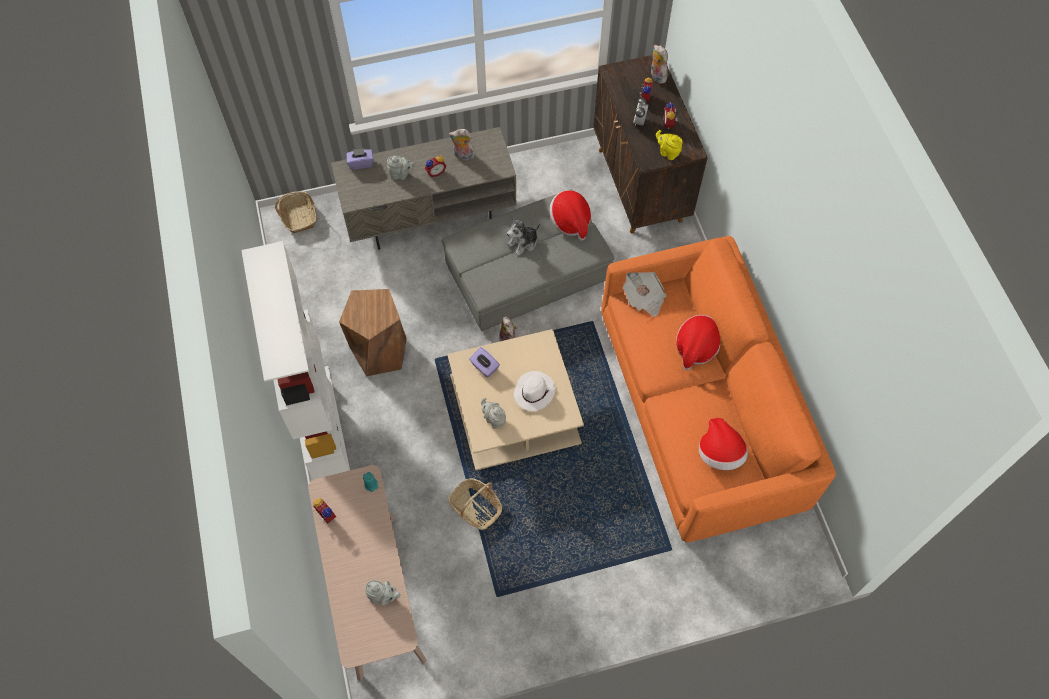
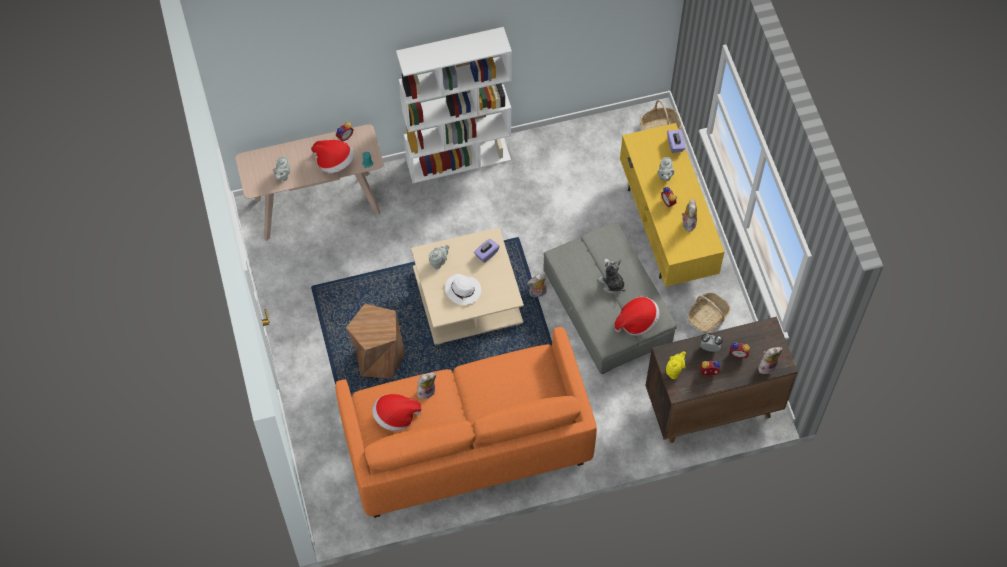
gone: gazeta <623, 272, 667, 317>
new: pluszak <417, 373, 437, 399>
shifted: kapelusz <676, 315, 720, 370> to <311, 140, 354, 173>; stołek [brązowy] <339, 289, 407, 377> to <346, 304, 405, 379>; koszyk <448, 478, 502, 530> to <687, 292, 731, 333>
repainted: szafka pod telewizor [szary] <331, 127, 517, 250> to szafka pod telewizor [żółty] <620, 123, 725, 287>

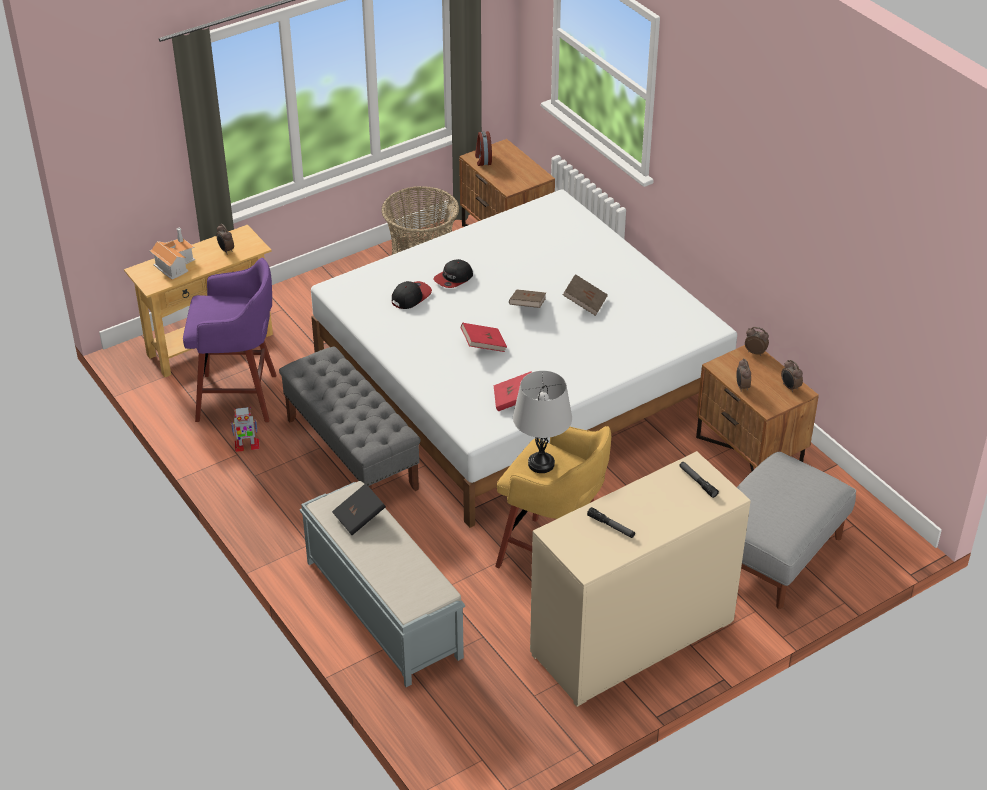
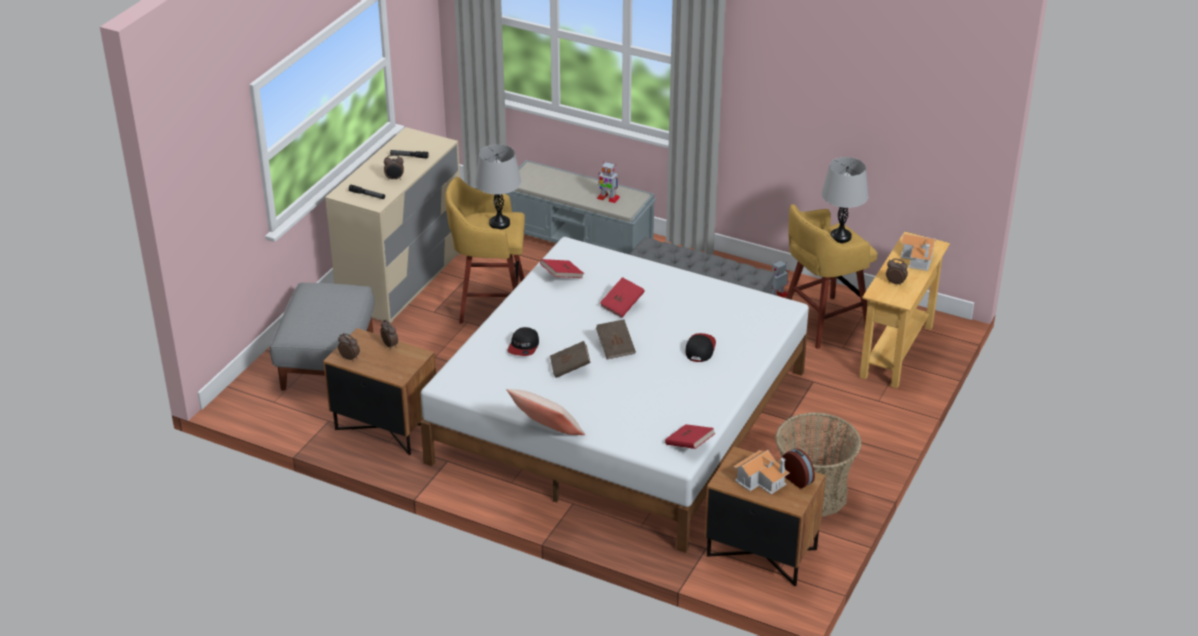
new: poduszka [beżowy] <507, 389, 585, 435>; książka [czerwony] <665, 424, 716, 449>; domek <734, 450, 790, 494>; lampa stołowa [szary] <821, 157, 869, 243>
shifted: budzik <745, 327, 769, 356> to <384, 155, 404, 180>; czapka z daszkiem <392, 281, 432, 309> to <508, 327, 539, 356>
swapped: książka [czarny] <332, 483, 386, 535> to robot zabawkowy <597, 162, 620, 203>
repainted: stołek [fioletowy] <183, 258, 276, 422> to stołek [żółty] <786, 204, 878, 349>

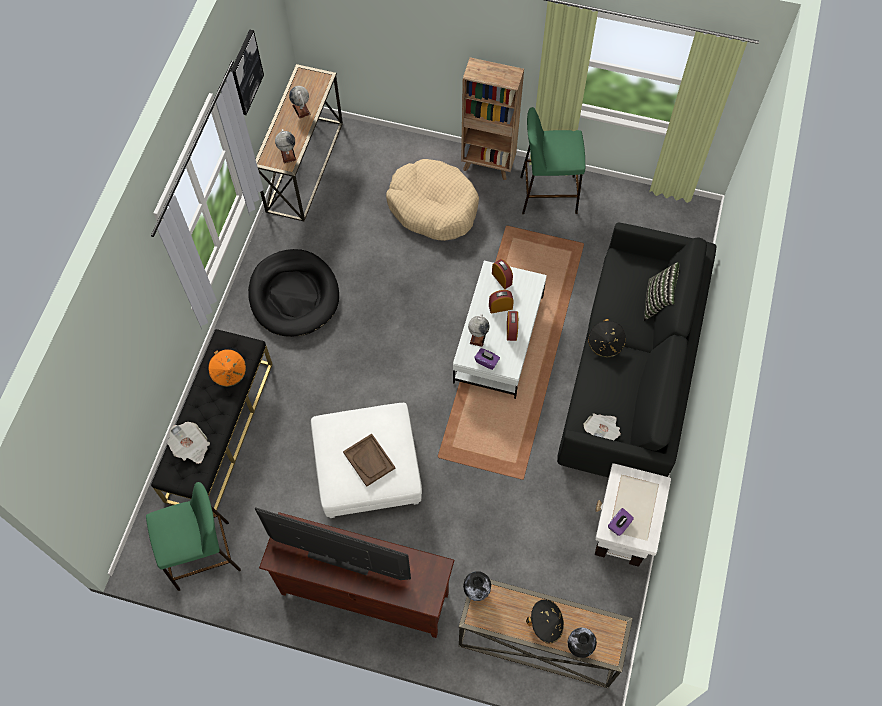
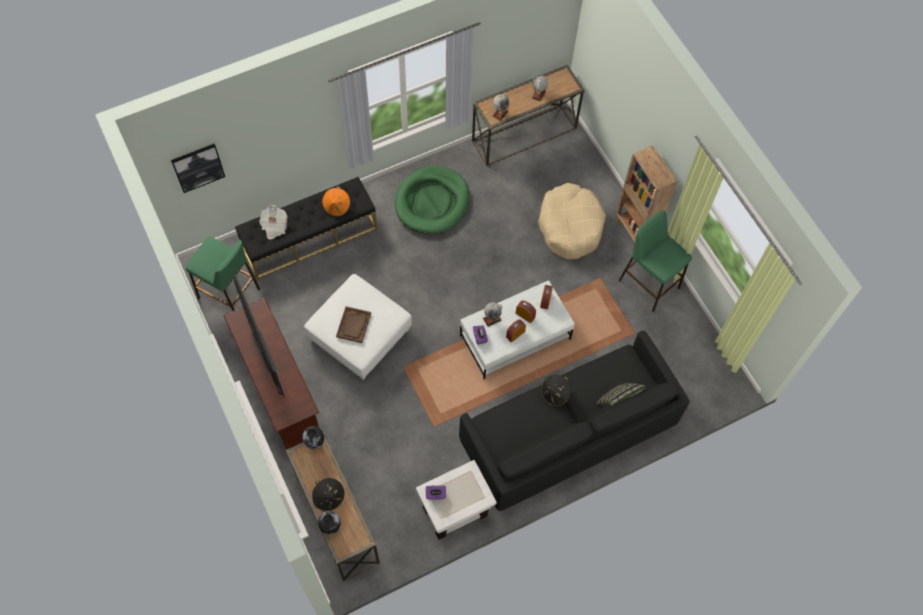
gone: gazeta <584, 413, 621, 440>
shifted: obraz <231, 30, 264, 115> to <171, 144, 225, 193>
repainted: legowisko [czarny] <248, 249, 339, 337> to legowisko [zielony] <395, 166, 469, 234>

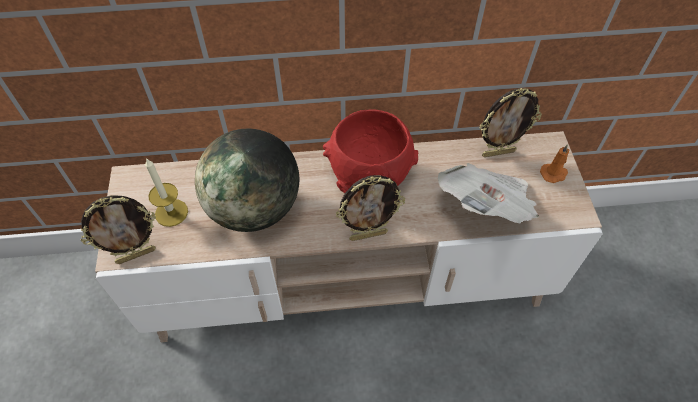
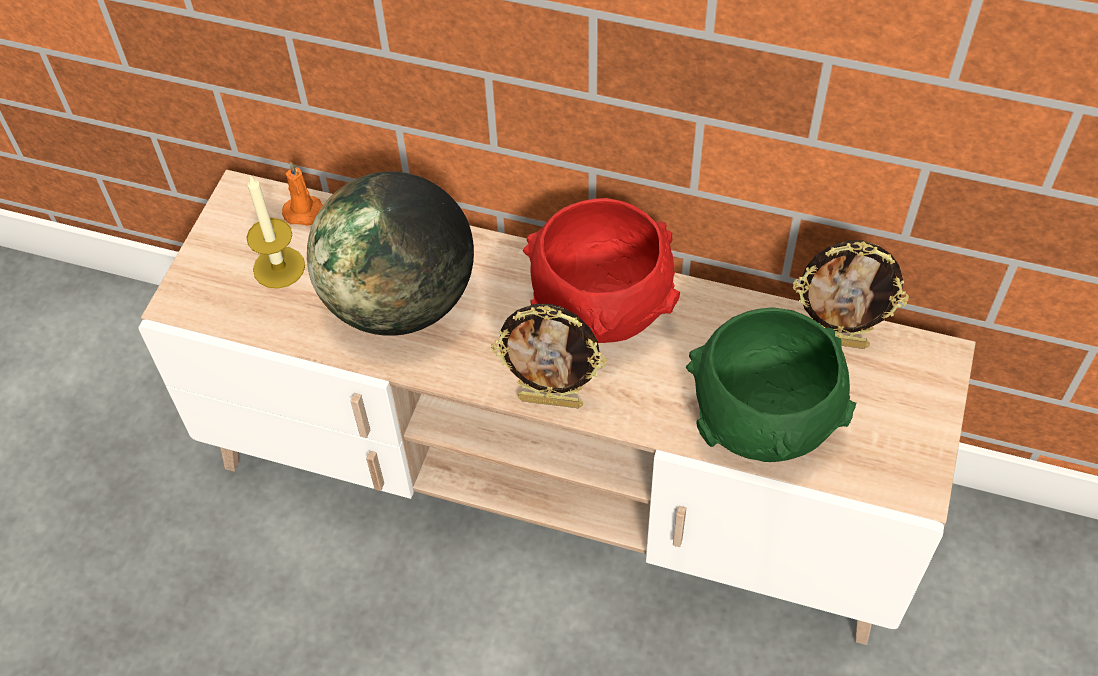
gone: ramka na zdjęcie <81, 195, 156, 264>
shifted: świeca [pomarańczowy] <540, 144, 570, 183> to <282, 162, 323, 226>
swapped: gazeta <438, 163, 539, 223> to miska [zielony] <686, 307, 856, 462>

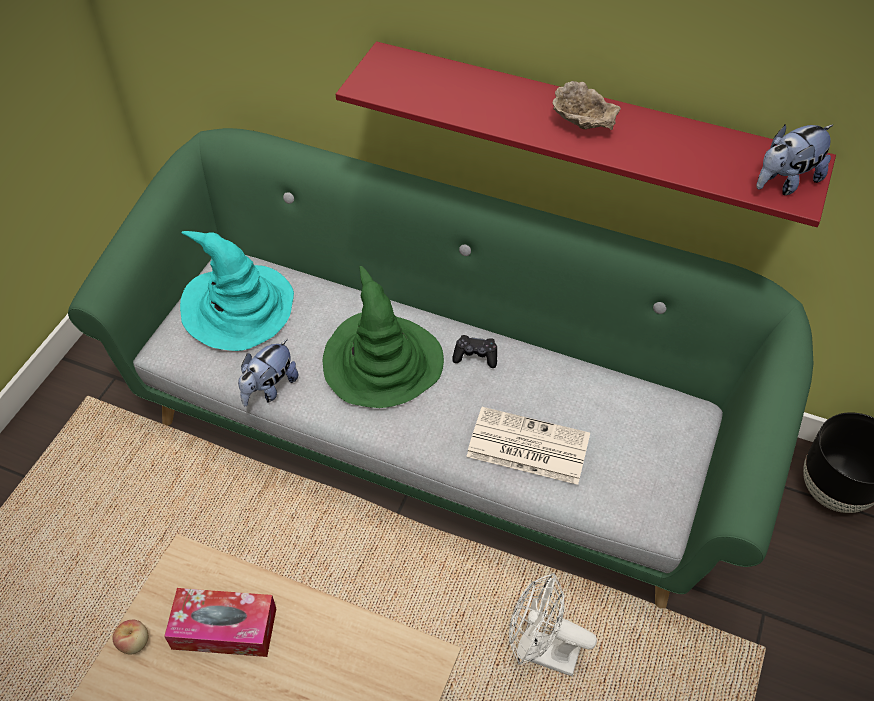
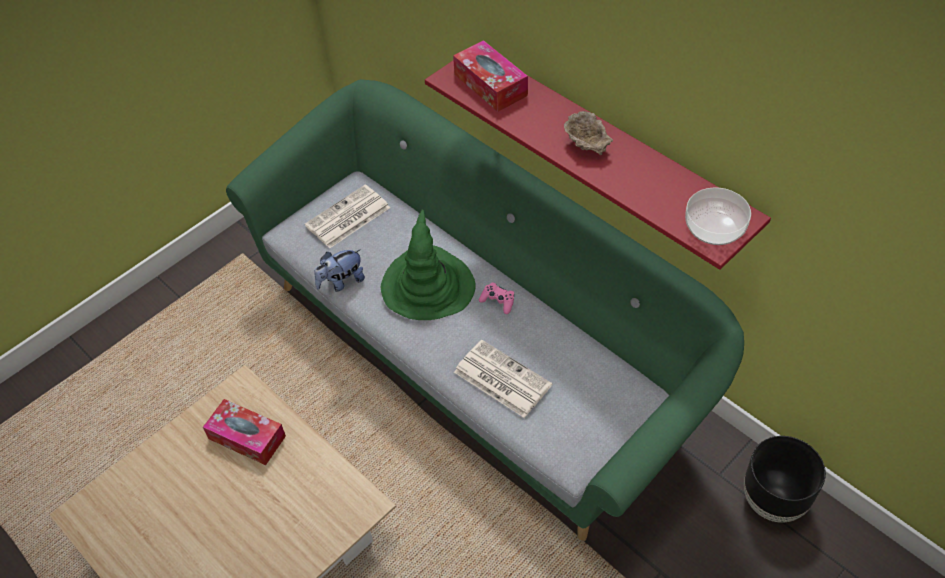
gone: jabłko <112, 620, 148, 654>; wentylator [biały] <509, 573, 597, 676>
new: pudełko chusteczek <453, 40, 528, 112>
swapped: kapelusz [turkusowy] <180, 231, 294, 351> to gazeta <305, 185, 390, 248>; pluszak <756, 125, 833, 195> to miska <685, 187, 751, 245>
repainted: pad do gier [czarny] <452, 335, 497, 368> to pad do gier [różowy] <479, 283, 514, 314>

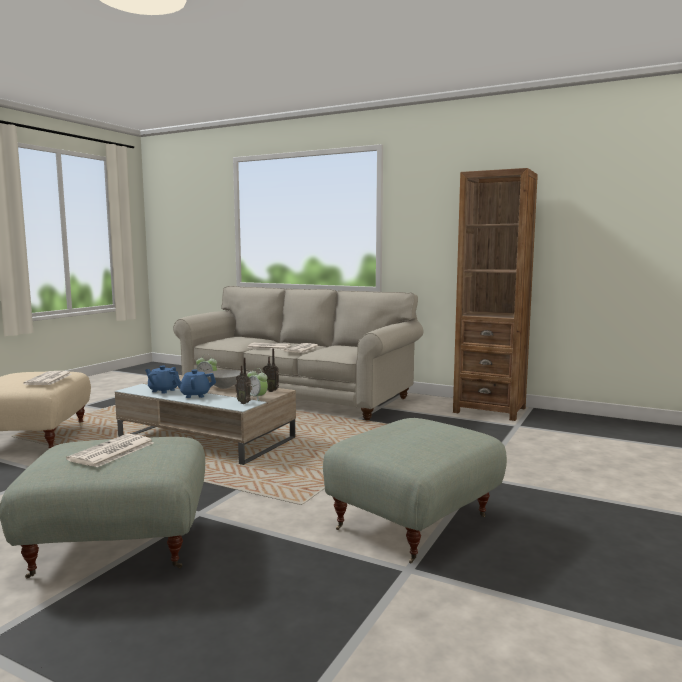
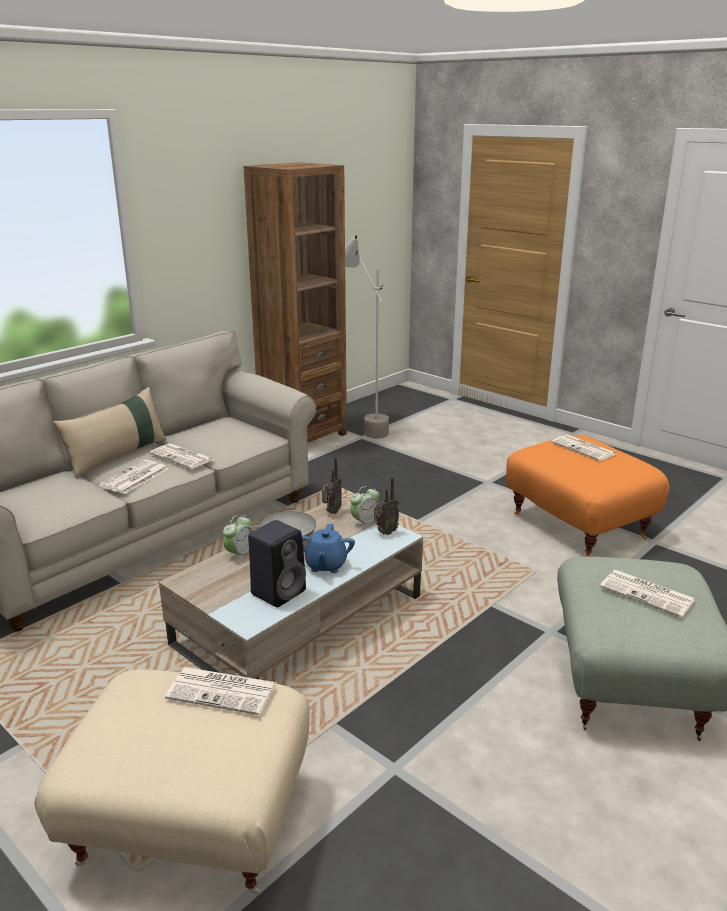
new: poduszka [beżowy] <53, 387, 167, 479>; lampa stojąca [szary] <345, 235, 389, 438>; gazeta <552, 435, 616, 461>
swapped: imbryk [niebieski] <145, 366, 180, 394> to głośnik [czarny] <248, 520, 306, 607>
repainted: pufa [szary] <323, 418, 507, 564> to pufa [pomarańczowy] <506, 435, 669, 557>

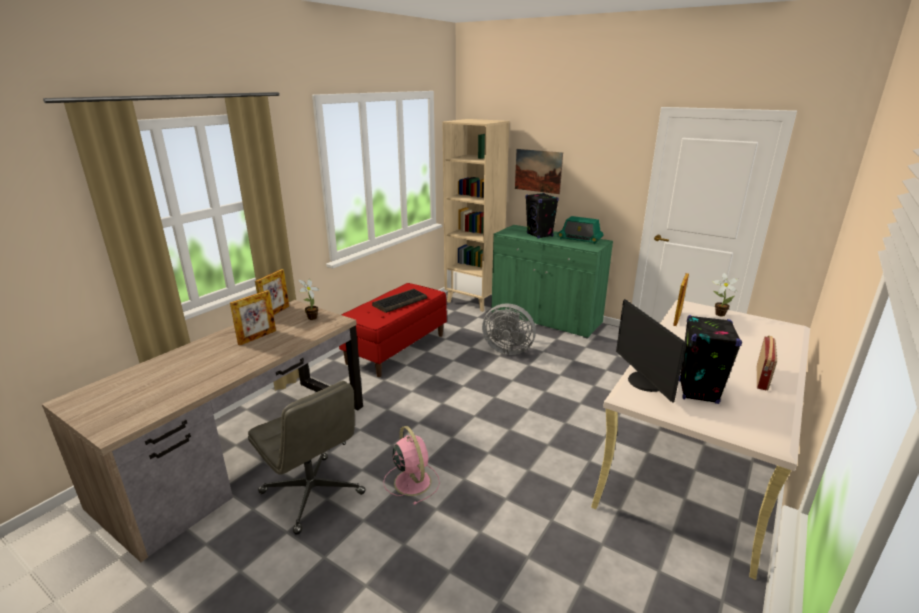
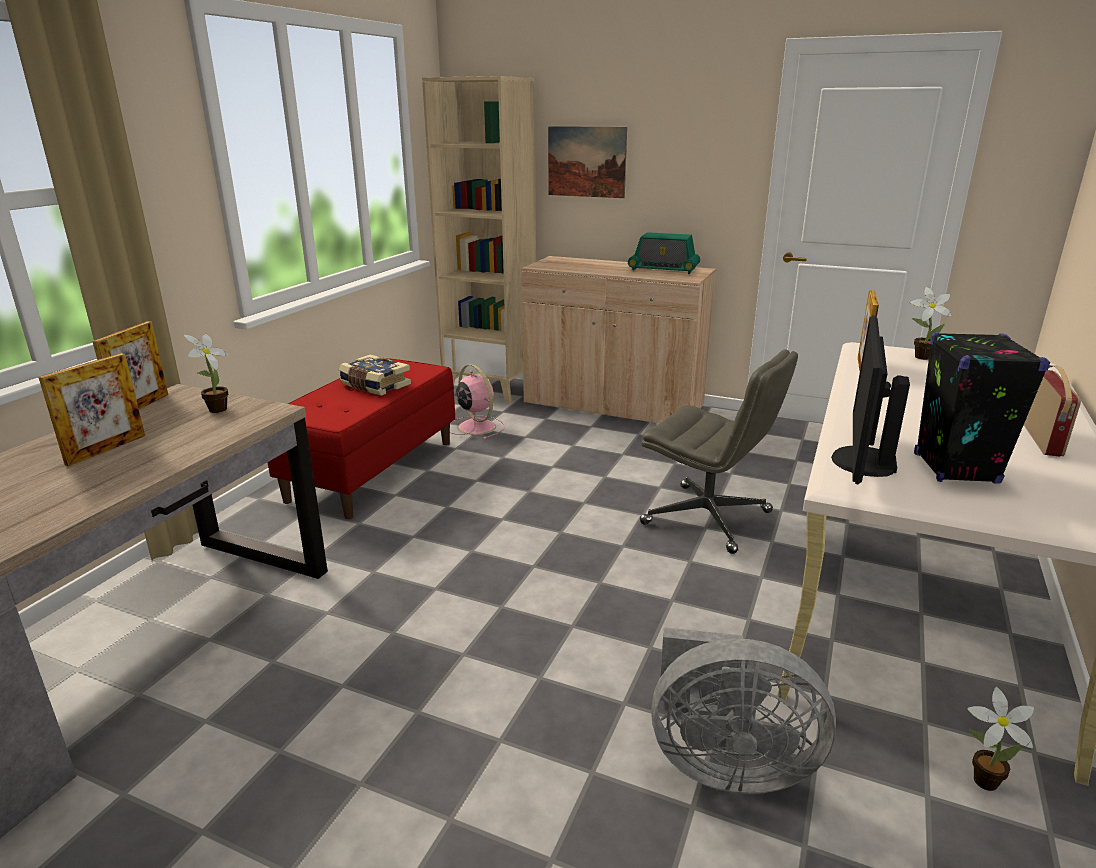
gone: głośnik [czarny] <525, 193, 559, 239>
new: roślina doniczkowa <967, 687, 1034, 791>
shifted: wentylator [różowy] <383, 426, 440, 505> to <450, 364, 505, 439>; krzesło biurowe [szary] <248, 381, 366, 535> to <640, 349, 798, 554>; wentylator [szary] <482, 303, 536, 355> to <651, 627, 836, 794>
swapped: klawiatura <372, 289, 427, 313> to książka <339, 354, 411, 396>
repainted: szafka [zielony] <491, 225, 613, 339> to szafka [beżowy] <521, 256, 716, 423>
rotated: monitor <616, 299, 686, 402> = <831, 315, 910, 484> 45 degrees clockwise

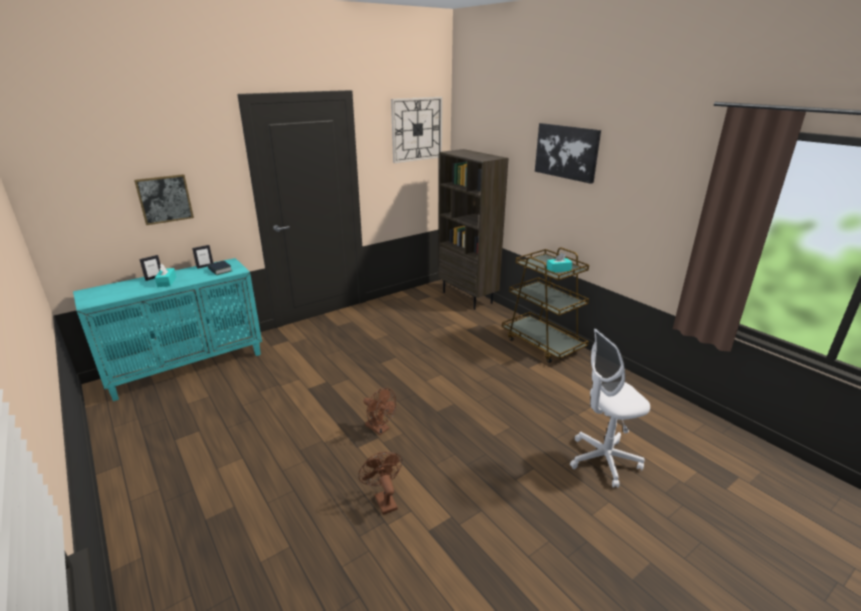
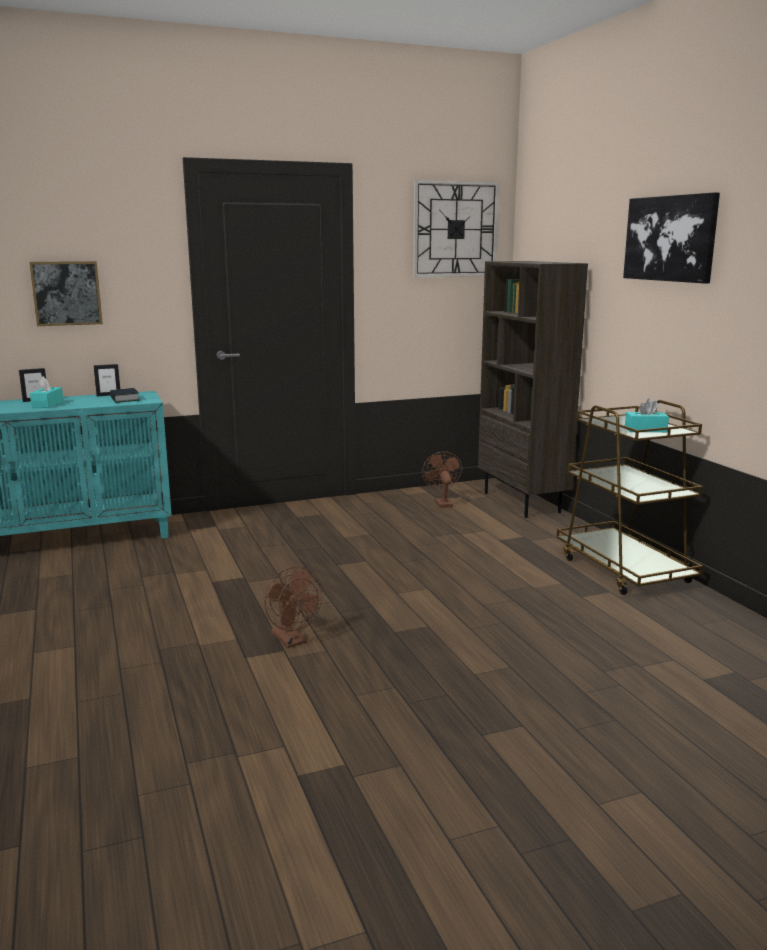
gone: krzesło biurowe [biały] <570, 329, 650, 488>
shifted: wentylator [brązowy] <358, 452, 402, 515> to <422, 452, 462, 508>

